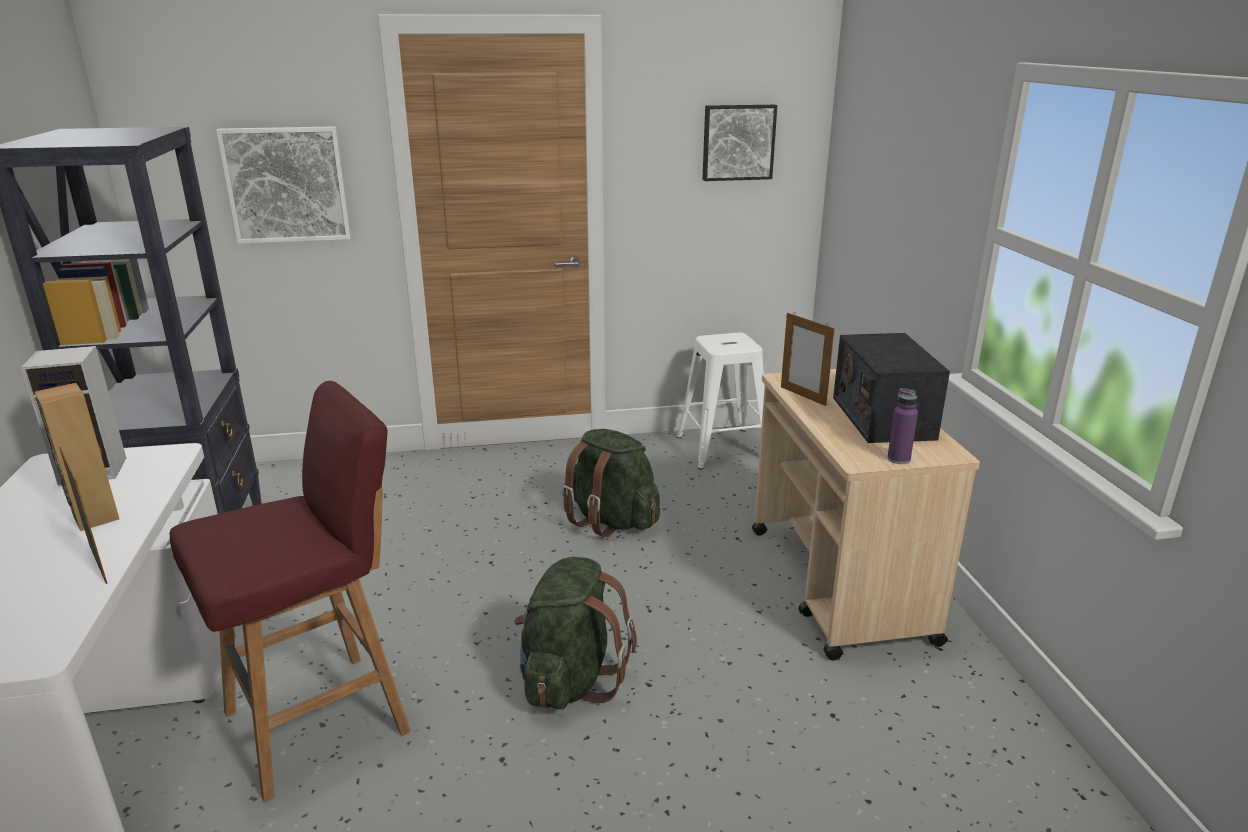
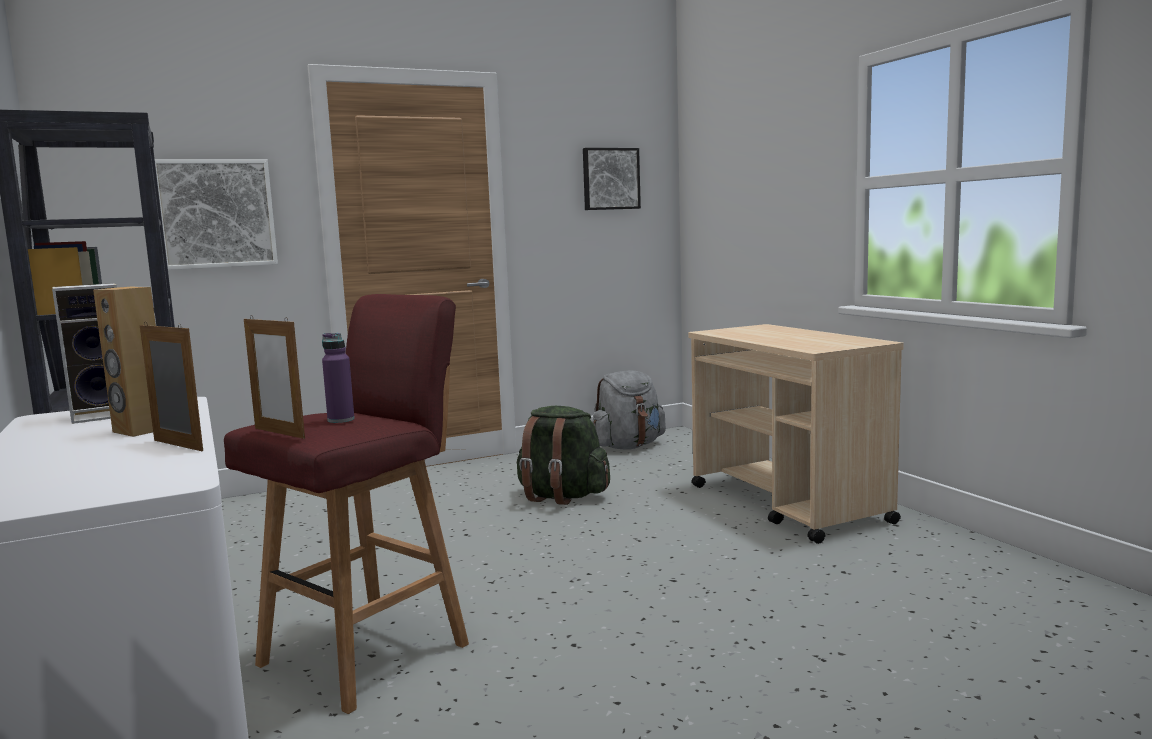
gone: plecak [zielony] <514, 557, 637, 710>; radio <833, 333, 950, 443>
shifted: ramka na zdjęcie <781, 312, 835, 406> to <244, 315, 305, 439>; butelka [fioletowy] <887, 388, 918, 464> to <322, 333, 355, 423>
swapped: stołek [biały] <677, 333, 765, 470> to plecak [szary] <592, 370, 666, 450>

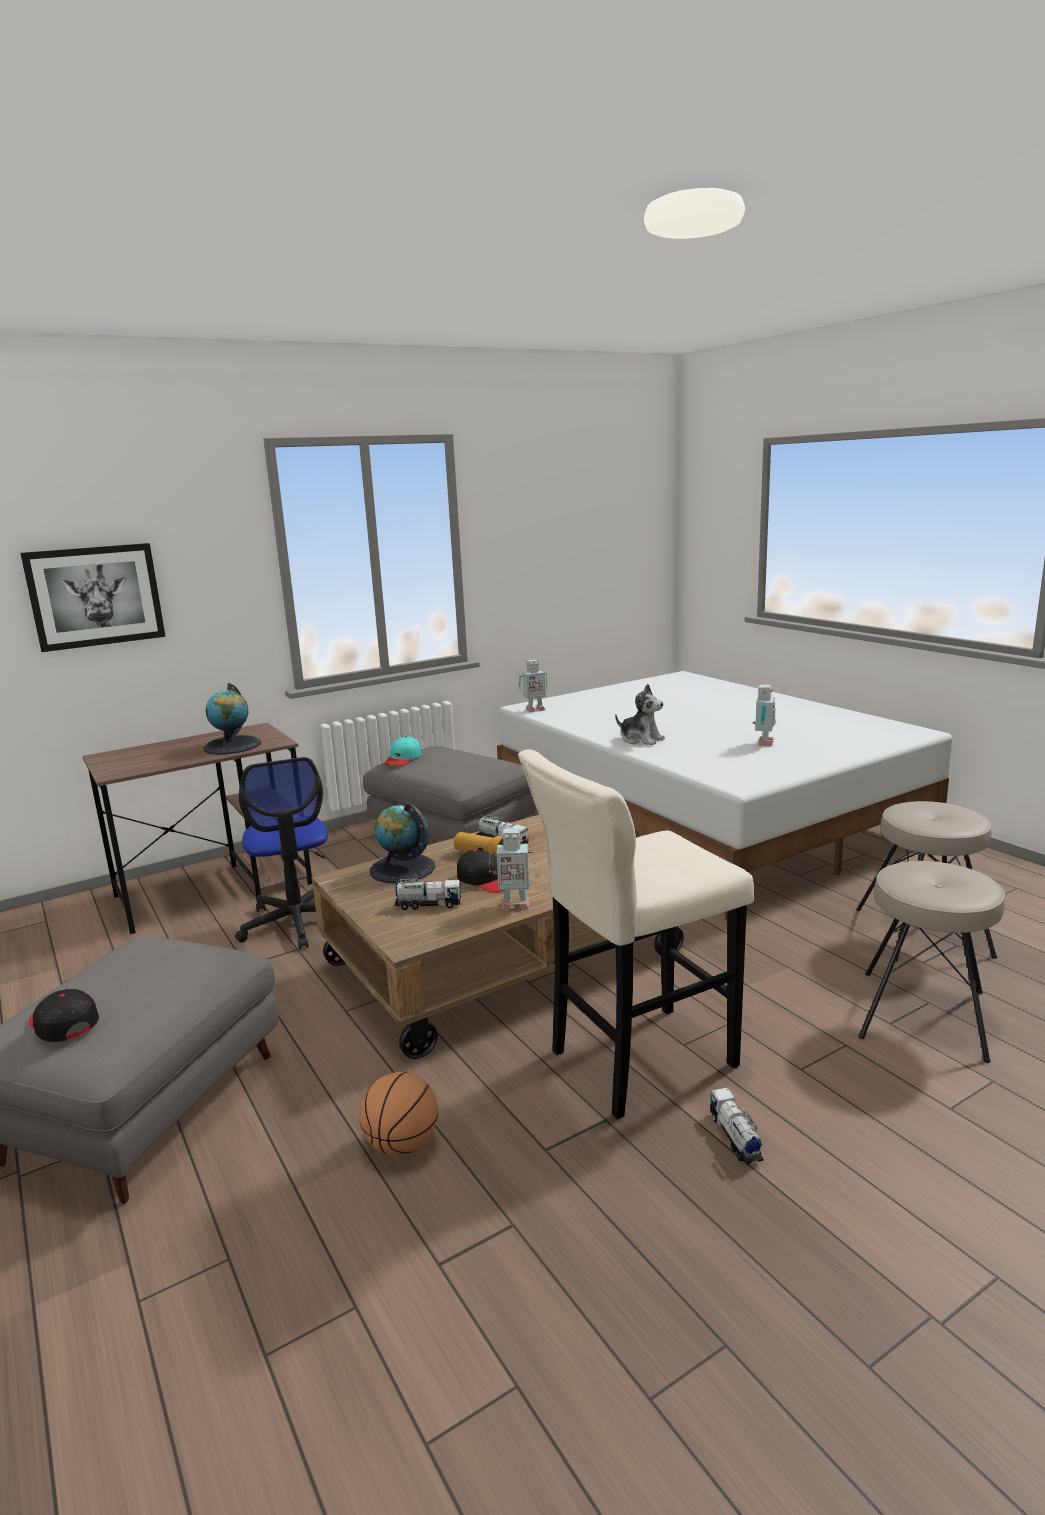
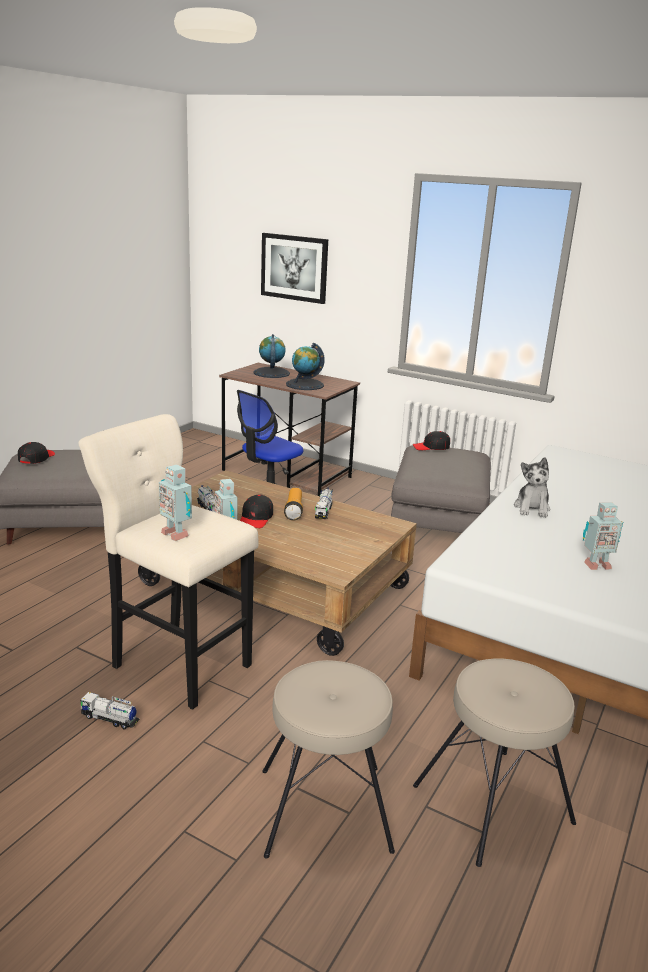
gone: piłka do koszykówki <359, 1072, 439, 1156>
shifted: robot zabawkowy <519, 660, 547, 712> to <159, 465, 192, 541>; globus <370, 802, 435, 883> to <253, 334, 290, 378>
repainted: czapka z daszkiem [turkusowy] <384, 736, 421, 766> to czapka z daszkiem [czarny] <413, 431, 450, 450>
rotated: ciężarówka zabawkowa <710, 1088, 764, 1164> = <80, 692, 140, 730> 120 degrees counterclockwise

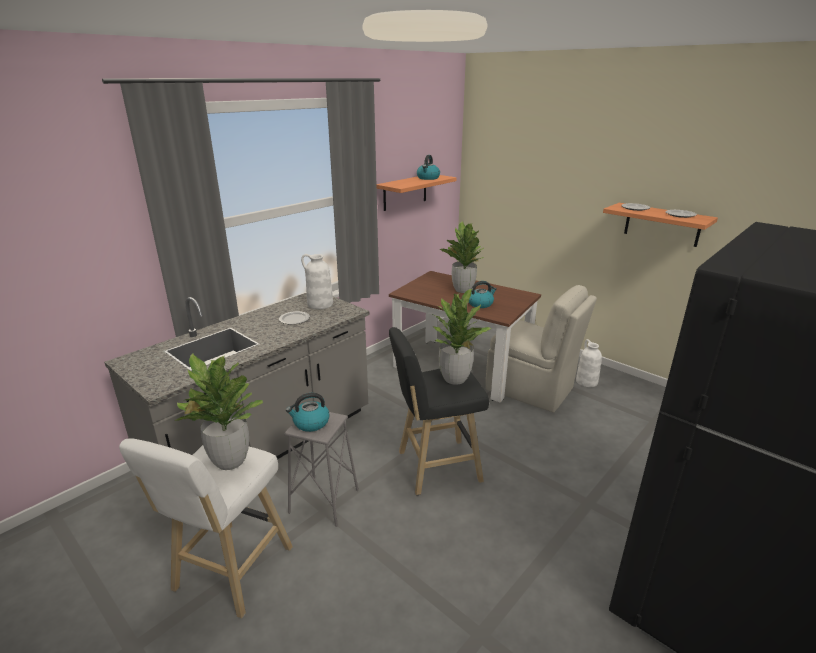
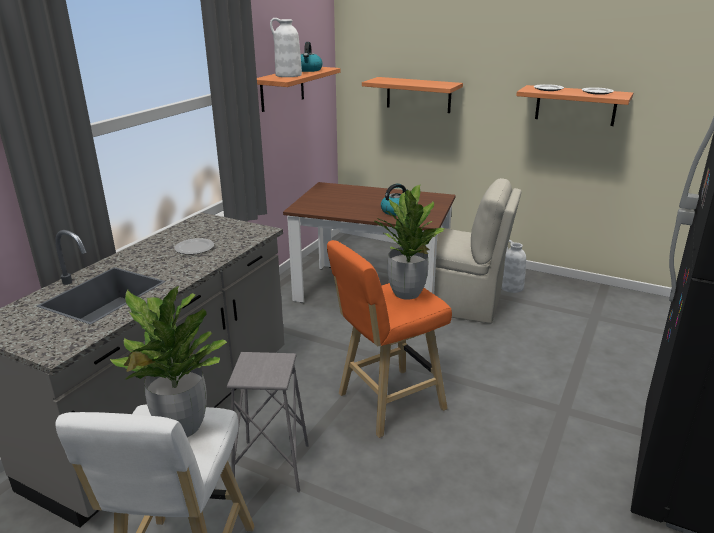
gone: czajnik <286, 393, 329, 432>; roślina doniczkowa <440, 221, 484, 293>
new: półka <362, 77, 463, 113>
shifted: wazon [biały] <301, 254, 333, 309> to <270, 18, 302, 77>
repainted: stołek [czarny] <389, 327, 489, 495> to stołek [pomarańczowy] <327, 240, 452, 438>

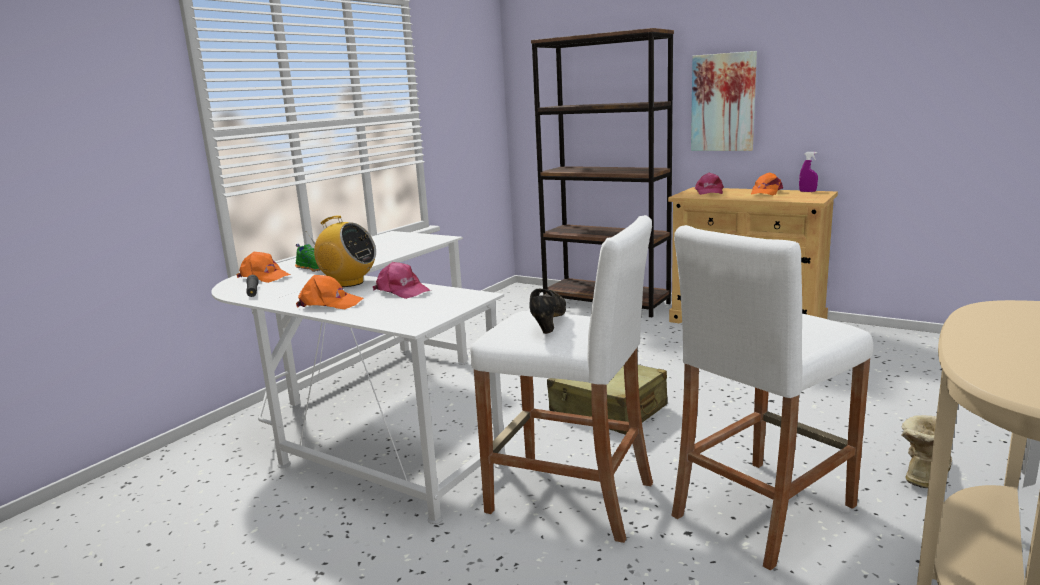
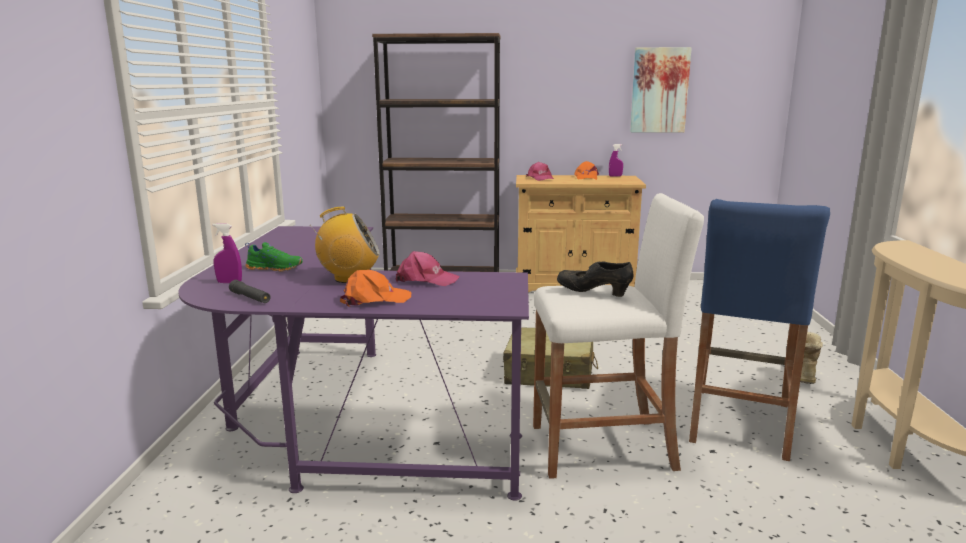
shifted: obraz <691, 51, 757, 151> to <630, 47, 692, 133>
swapped: czapka z daszkiem [pomarańczowy] <236, 252, 290, 283> to spryskiwacz [fioletowy] <212, 223, 242, 283>
repainted: biurko [biały] <211, 231, 507, 524> to biurko [fioletowy] <178, 226, 529, 501>; stołek [biały] <672, 225, 873, 571> to stołek [niebieski] <689, 199, 830, 461>
rotated: but [czarny] <529, 289, 566, 334> = <557, 261, 634, 297> 45 degrees counterclockwise

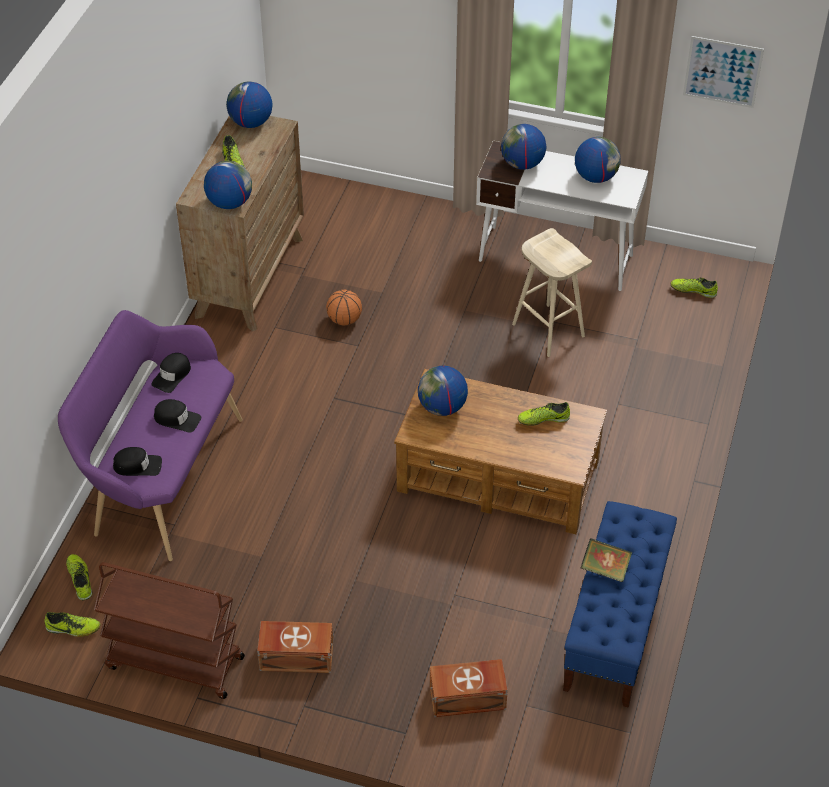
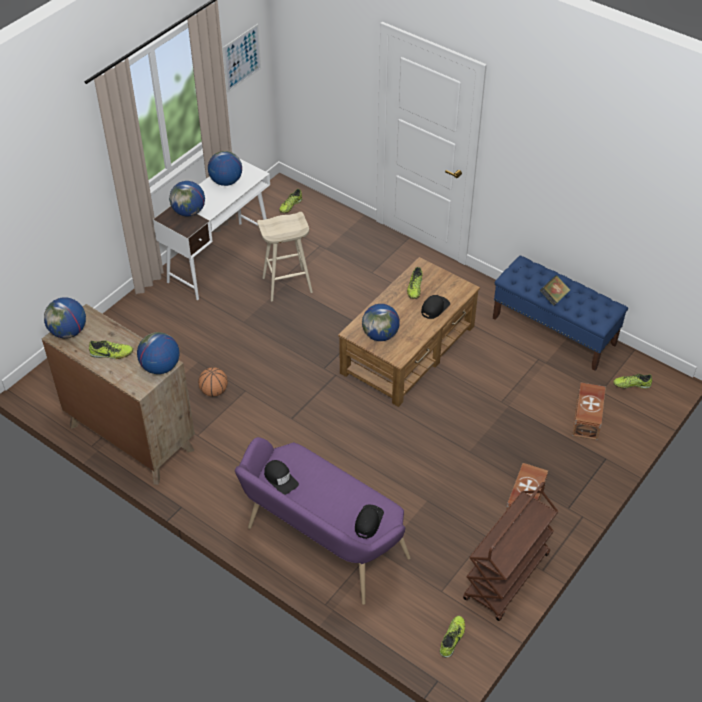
shifted: czapka z daszkiem [czarny] <154, 399, 201, 433> to <421, 295, 450, 319>; but <66, 554, 92, 600> to <613, 374, 652, 389>

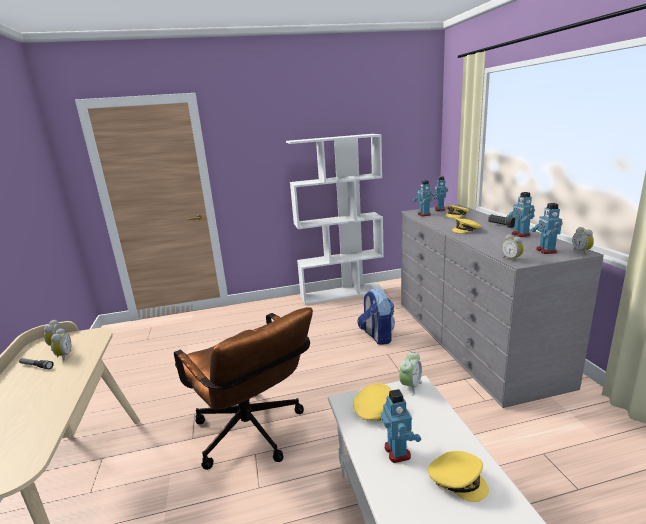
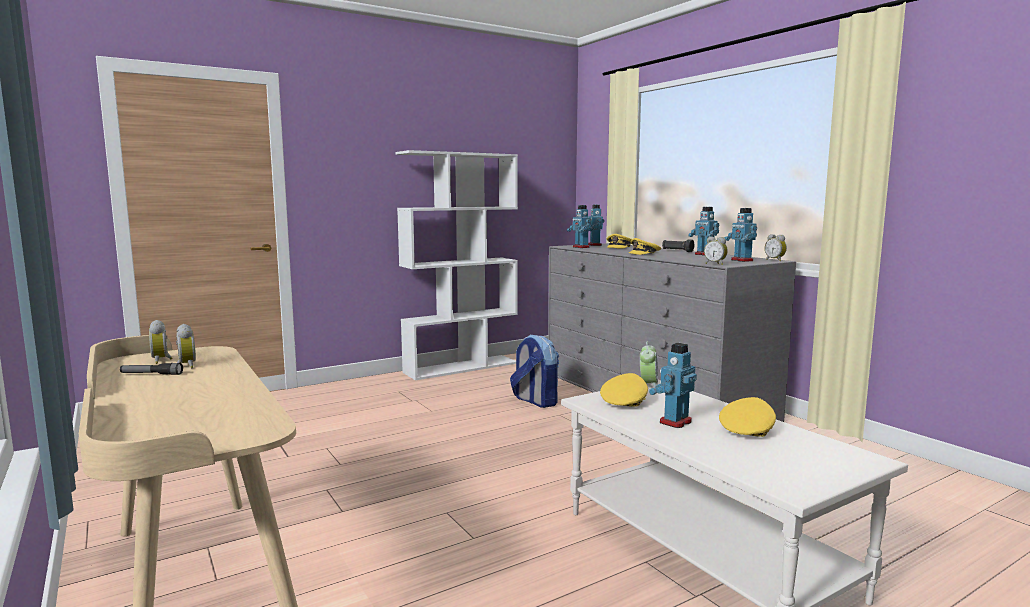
gone: krzesło biurowe [brązowy] <174, 307, 313, 470>
rotated: robot zabawkowy <381, 389, 421, 463> = <649, 343, 697, 428> 105 degrees counterclockwise; czapka z daszkiem [żółty] <428, 451, 489, 502> = <719, 397, 776, 437> 75 degrees counterclockwise

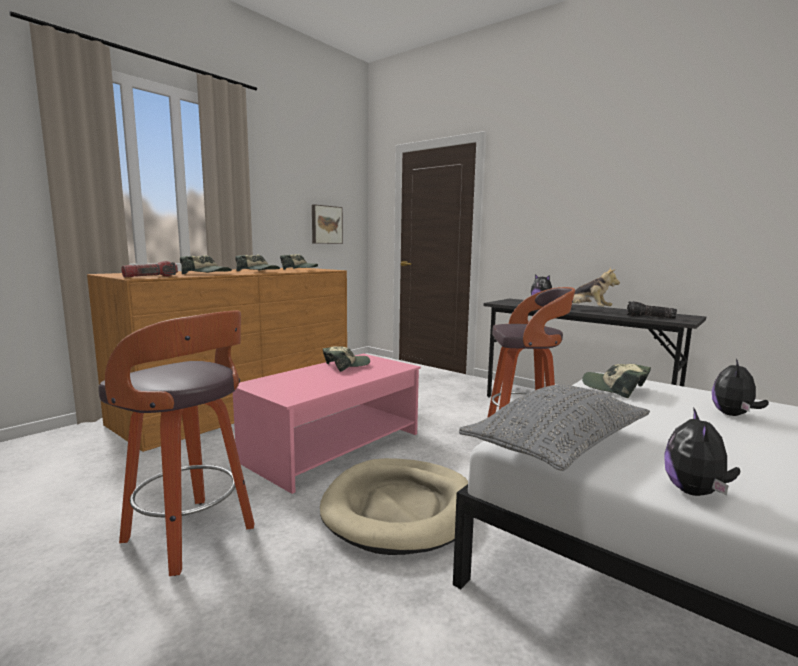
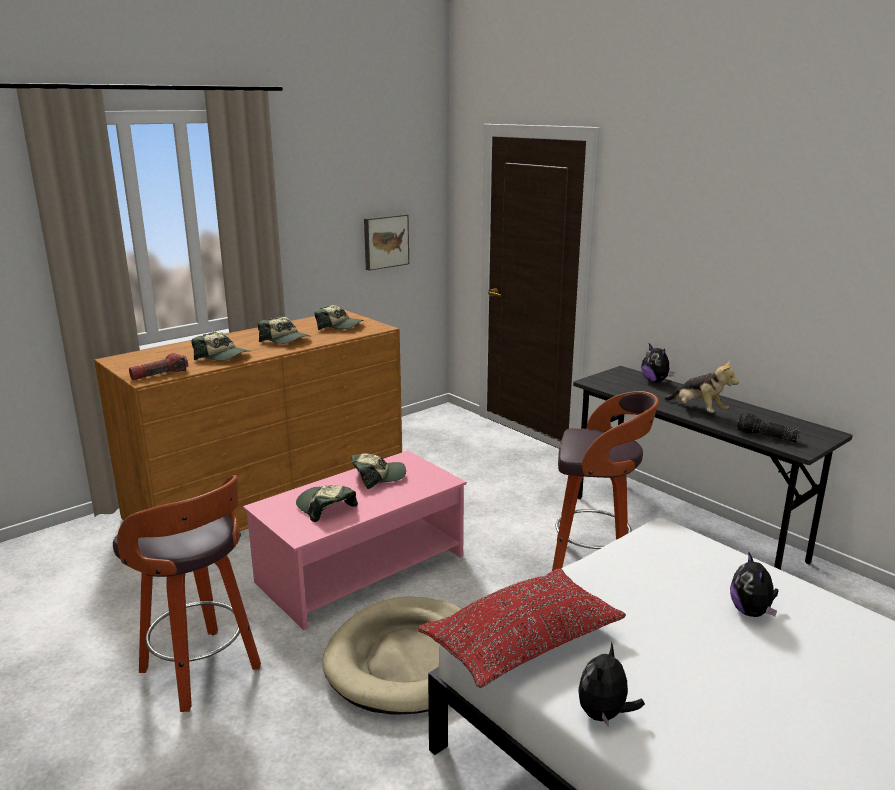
shifted: czapka z daszkiem <582, 364, 651, 398> to <296, 485, 358, 522>
repainted: poduszka [szary] <459, 385, 650, 471> to poduszka [czerwony] <418, 568, 626, 688>
rotated: pluszak <712, 359, 769, 416> = <730, 551, 778, 617> 45 degrees counterclockwise

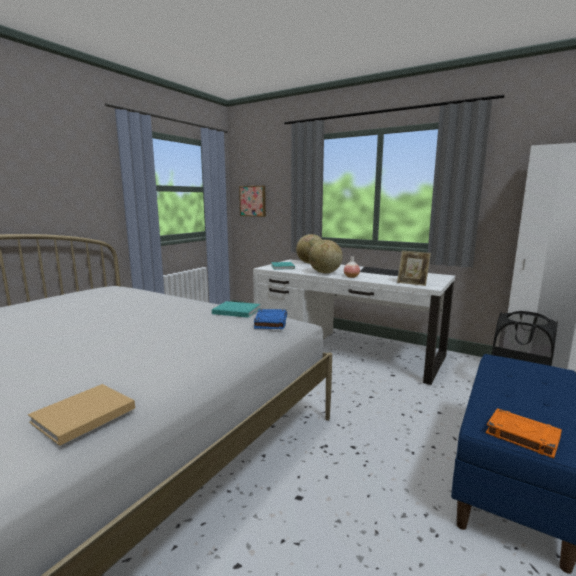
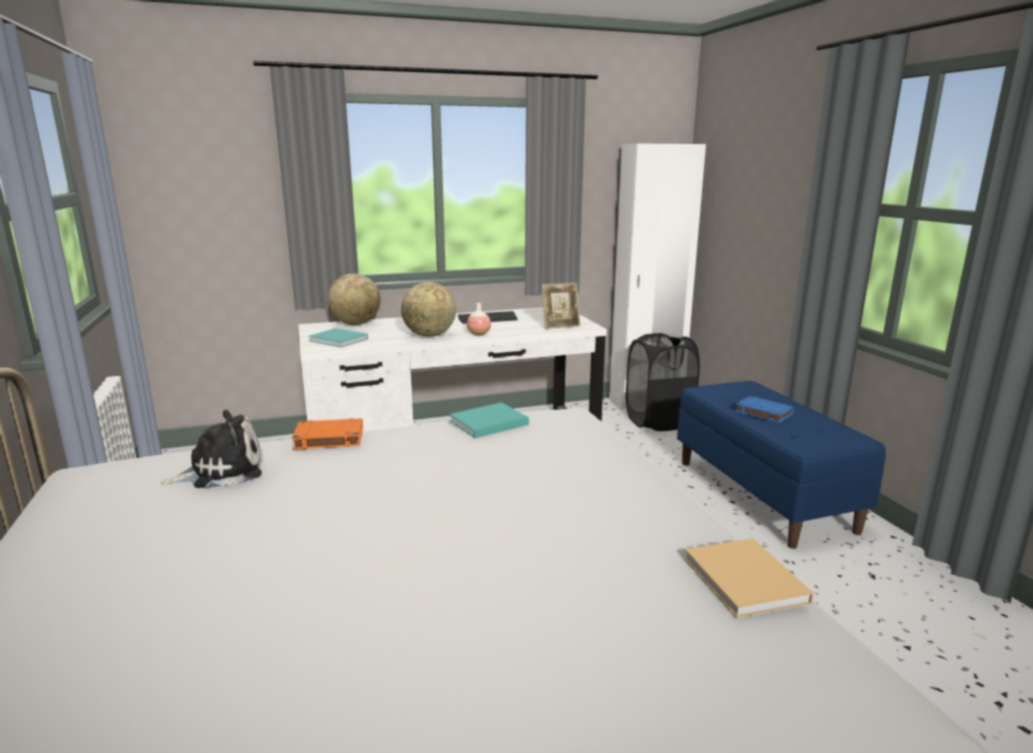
gone: obraz <239, 186, 266, 217>
new: pluszak <160, 410, 262, 488>
shifted: książka [pomarańczowy] <486, 408, 562, 458> to <291, 418, 363, 449>; książka [niebieski] <254, 309, 287, 329> to <735, 396, 794, 423>

